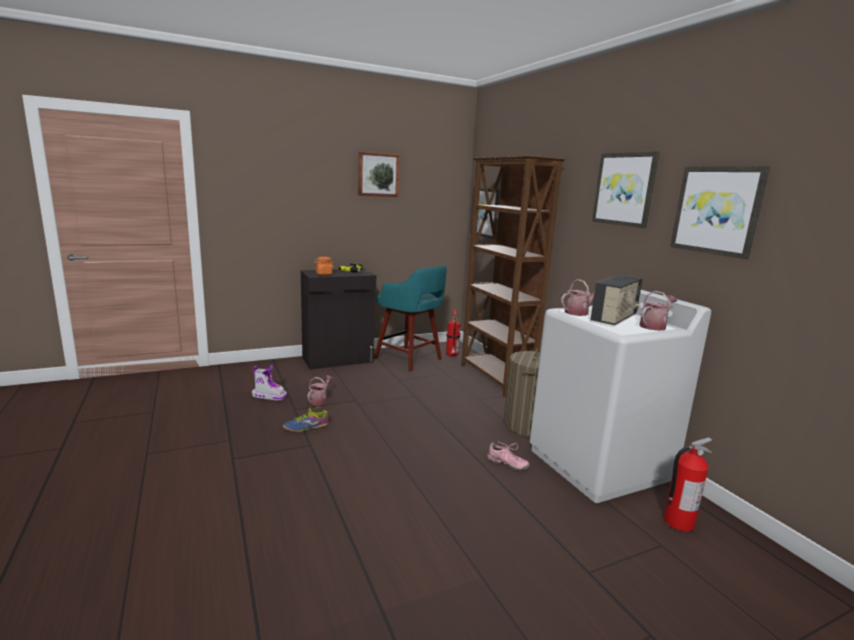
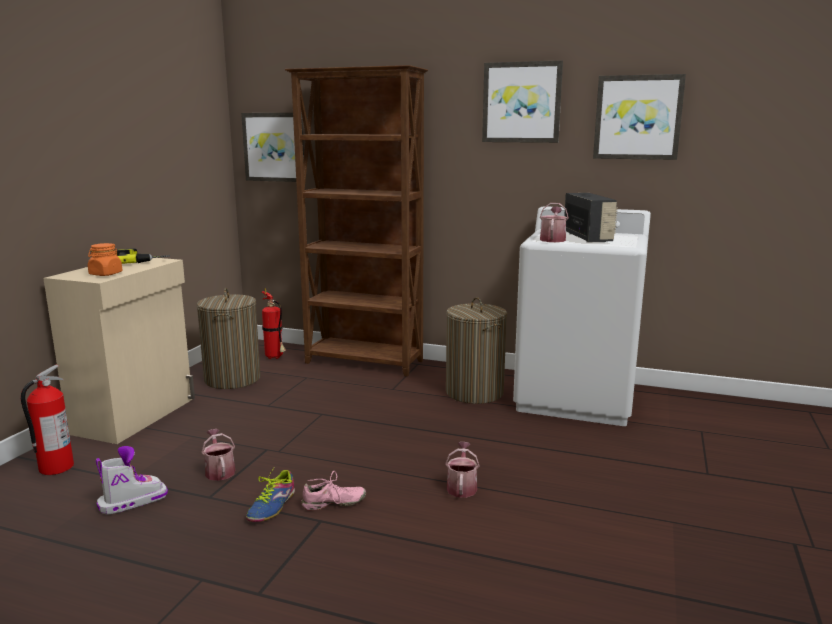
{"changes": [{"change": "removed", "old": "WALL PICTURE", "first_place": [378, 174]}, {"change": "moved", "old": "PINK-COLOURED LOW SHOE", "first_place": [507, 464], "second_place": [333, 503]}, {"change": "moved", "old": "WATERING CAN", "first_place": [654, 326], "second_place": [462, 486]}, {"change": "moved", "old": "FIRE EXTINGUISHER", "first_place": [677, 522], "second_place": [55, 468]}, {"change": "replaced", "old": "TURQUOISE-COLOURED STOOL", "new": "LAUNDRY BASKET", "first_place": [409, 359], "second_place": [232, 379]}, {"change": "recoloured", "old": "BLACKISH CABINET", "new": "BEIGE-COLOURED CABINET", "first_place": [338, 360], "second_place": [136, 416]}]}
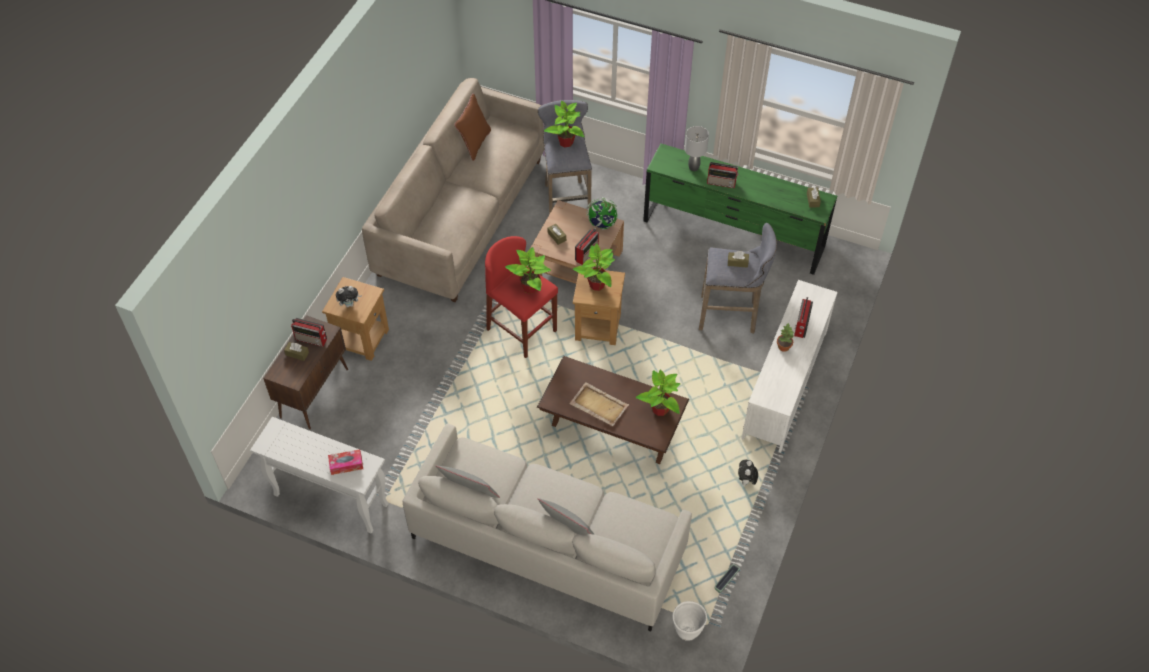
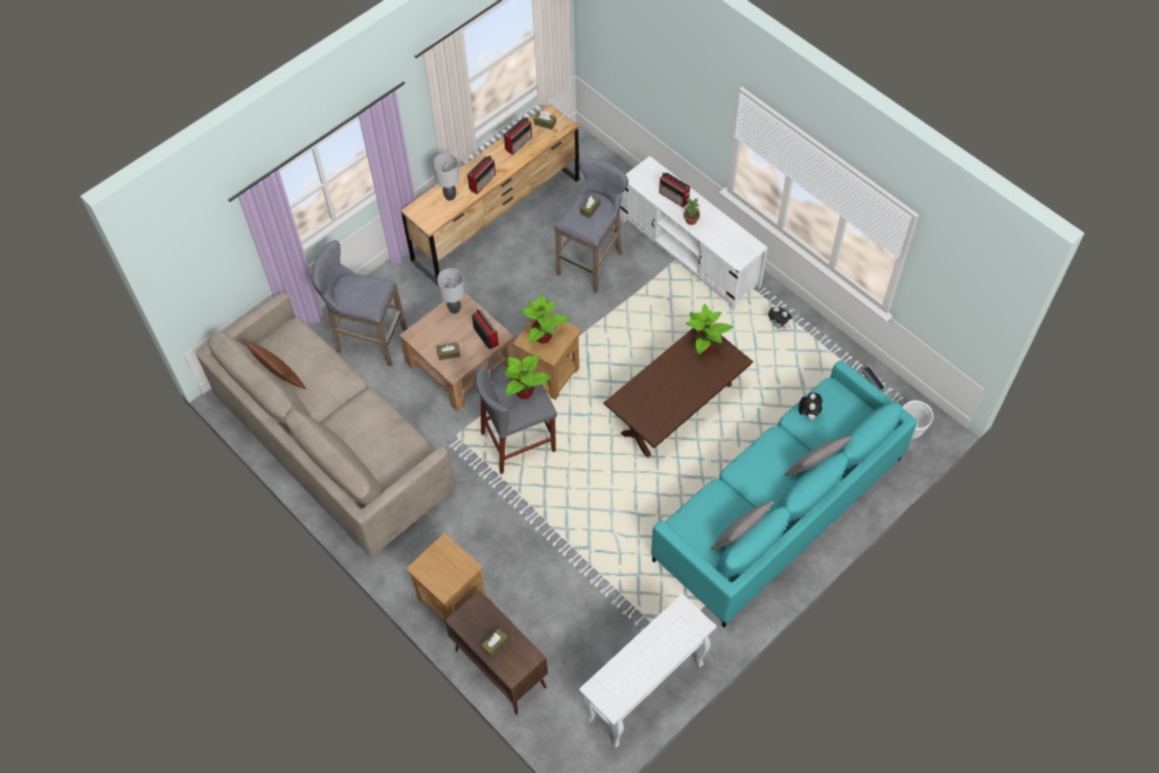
{"changes": [{"change": "removed", "old": "TISSUE BOX", "first_place": [346, 464]}, {"change": "removed", "old": "POTTED PLANT", "first_place": [566, 142]}, {"change": "removed", "old": "BEIGE-COLOURED SERVING TRAY", "first_place": [598, 405]}, {"change": "moved", "old": "RADIO RECEIVER", "first_place": [312, 339], "second_place": [519, 143]}, {"change": "moved", "old": "SOFT TOY", "first_place": [350, 304], "second_place": [808, 414]}, {"change": "replaced", "old": "WORLD GLOBE", "new": "GREY TABLE LAMP", "first_place": [602, 224], "second_place": [454, 308]}, {"change": "recoloured", "old": "GREY SETTEE", "new": "TURQUOISE-COLOURED SETTEE", "first_place": [548, 543], "second_place": [778, 508]}, {"change": "recoloured", "old": "RED STOOL", "new": "GREY STOOL", "first_place": [522, 330], "second_place": [518, 442]}, {"change": "recoloured", "old": "GREEN-COLOURED DRESSER", "new": "BROWN-COLOURED DRESSER", "first_place": [733, 234], "second_place": [497, 220]}]}
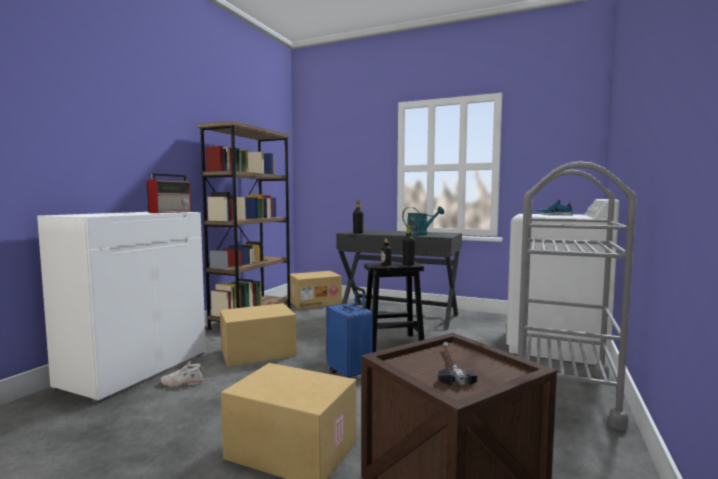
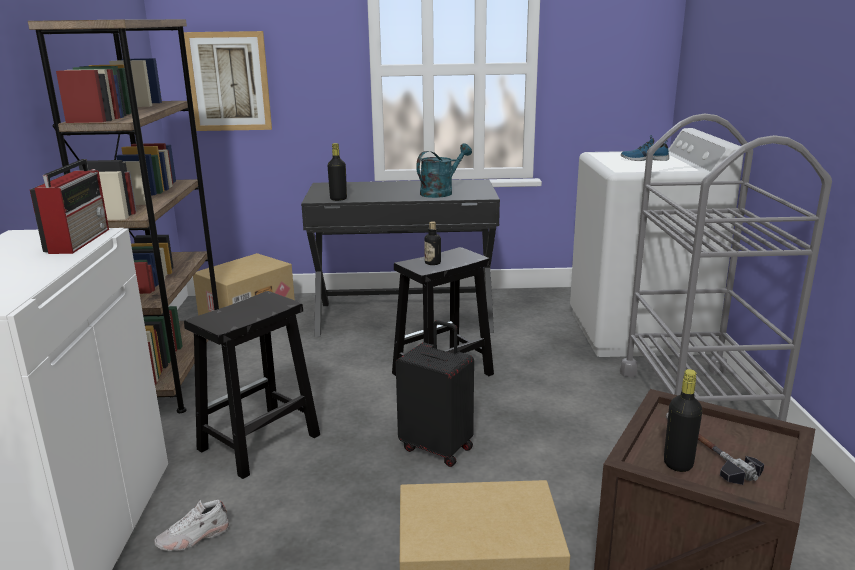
{"changes": [{"change": "added", "new": "WALL PICTURE", "second_place": [228, 81]}, {"change": "moved", "old": "BLACKISH DRINK BOTTLE", "first_place": [408, 265], "second_place": [678, 464]}, {"change": "replaced", "old": "CARTON", "new": "BLACKISH STOOL", "first_place": [257, 353], "second_place": [258, 443]}, {"change": "recoloured", "old": "BLUE-COLOURED TRAVEL CASE", "new": "BLACKISH TRAVEL CASE", "first_place": [350, 375], "second_place": [437, 447]}]}
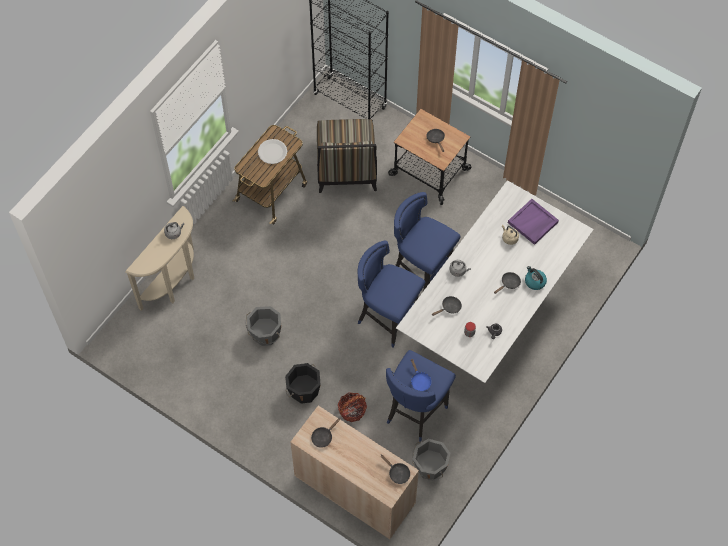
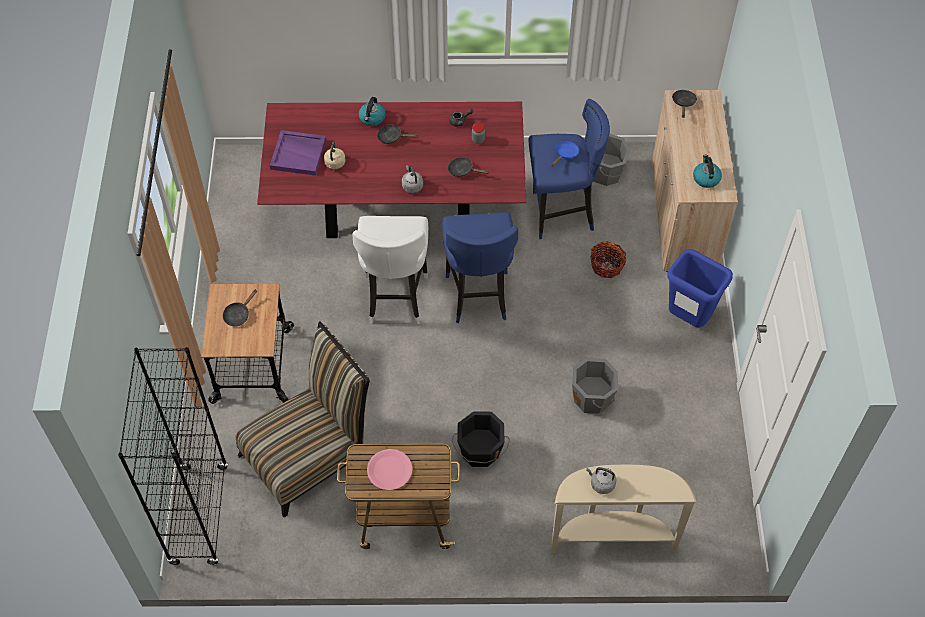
{"changes": [{"change": "added", "new": "BLUE-COLOURED WASTE BIN", "second_place": [688, 318]}, {"change": "moved", "old": "BLACKISH WATER BUCKET", "first_place": [303, 390], "second_place": [480, 451]}, {"change": "replaced", "old": "BLACKISH SKILLET", "new": "WATER KETTLE", "first_place": [323, 437], "second_place": [706, 178]}, {"change": "recoloured", "old": "WHITE-COLOURED FLAT DISH", "new": "PINK-COLOURED FLAT DISH", "first_place": [272, 152], "second_place": [389, 470]}, {"change": "recoloured", "old": "BLUE-COLOURED STOOL", "new": "WHITE-COLOURED STOOL", "first_place": [421, 272], "second_place": [395, 297]}, {"change": "recoloured", "old": "WHITE-COLOURED KITCHEN TABLE", "new": "RED KITCHEN TABLE", "first_place": [490, 313], "second_place": [397, 212]}]}
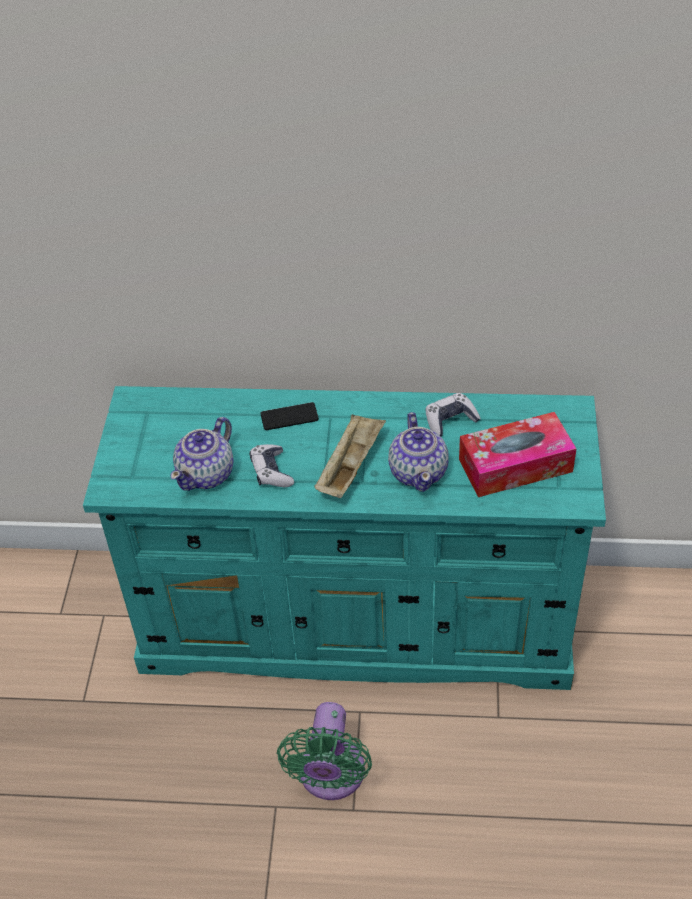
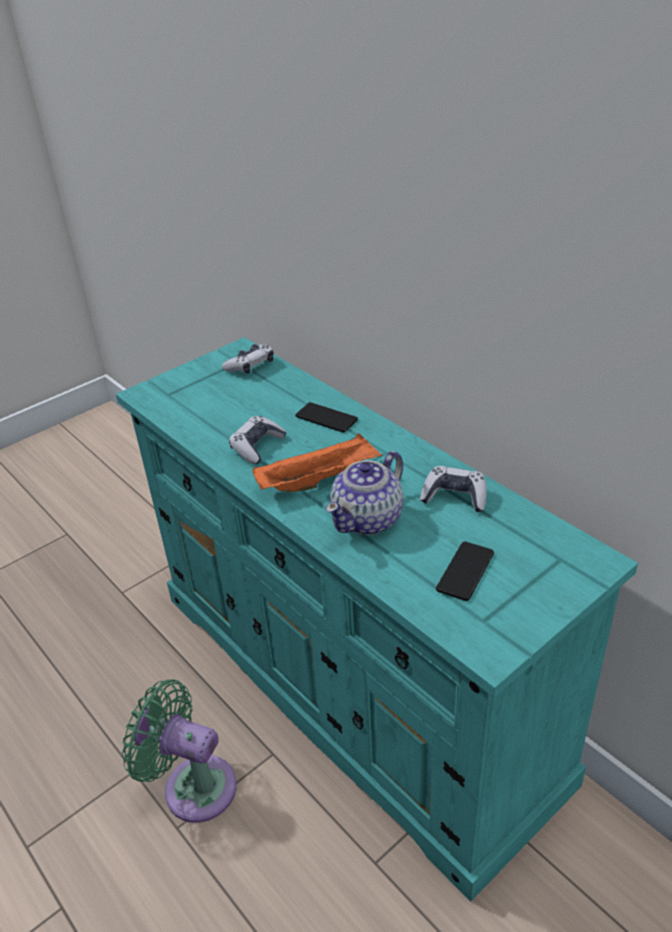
{"changes": [{"change": "removed", "old": "TEAPOT", "first_place": [207, 474]}, {"change": "added", "new": "JOYPAD", "second_place": [250, 366]}, {"change": "replaced", "old": "TISSUE BOX", "new": "HANDSET", "first_place": [515, 465], "second_place": [465, 571]}, {"change": "recoloured", "old": "BEIGE-COLOURED SERVING TRAY", "new": "ORANGE-COLOURED SERVING TRAY", "first_place": [350, 466], "second_place": [319, 479]}, {"change": "turned", "old": "GREEN-COLOURED COOLING FAN", "first_place": [330, 777], "second_place": [193, 785], "degrees": 60}]}
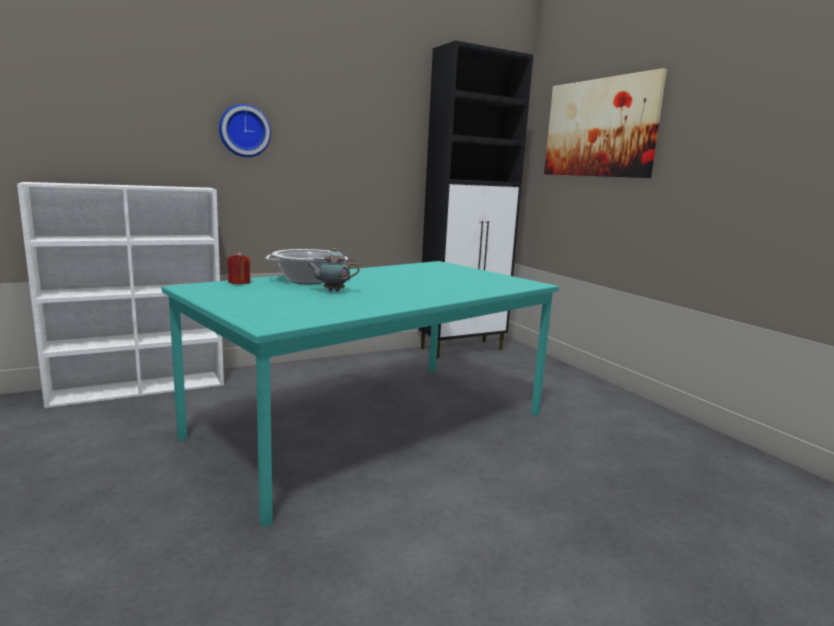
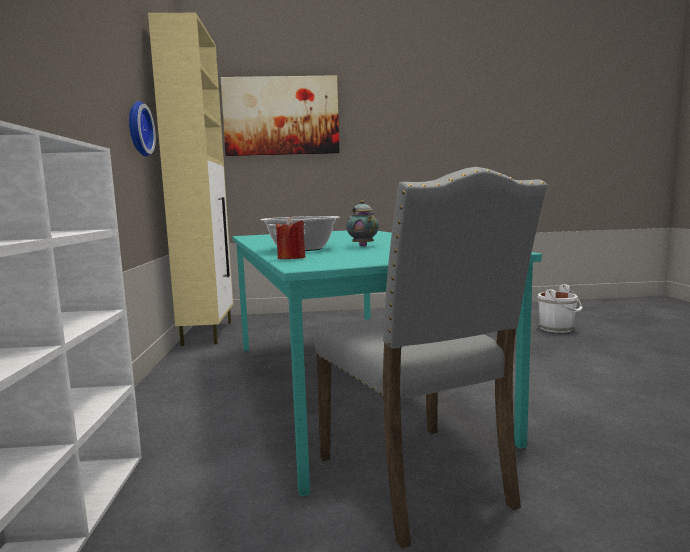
{"changes": [{"change": "added", "new": "GREY PLAIN CHAIR", "second_place": [418, 481]}, {"change": "added", "new": "WHITE-COLOURED WATER BUCKET", "second_place": [558, 328]}, {"change": "moved", "old": "WALL CLOCK", "first_place": [244, 131], "second_place": [137, 129]}, {"change": "recoloured", "old": "BLACKISH CABINET", "new": "BEIGE-COLOURED CABINET", "first_place": [463, 349], "second_place": [208, 333]}, {"change": "turned", "old": "TEAPOT", "first_place": [332, 291], "second_place": [362, 246], "degrees": 135}]}
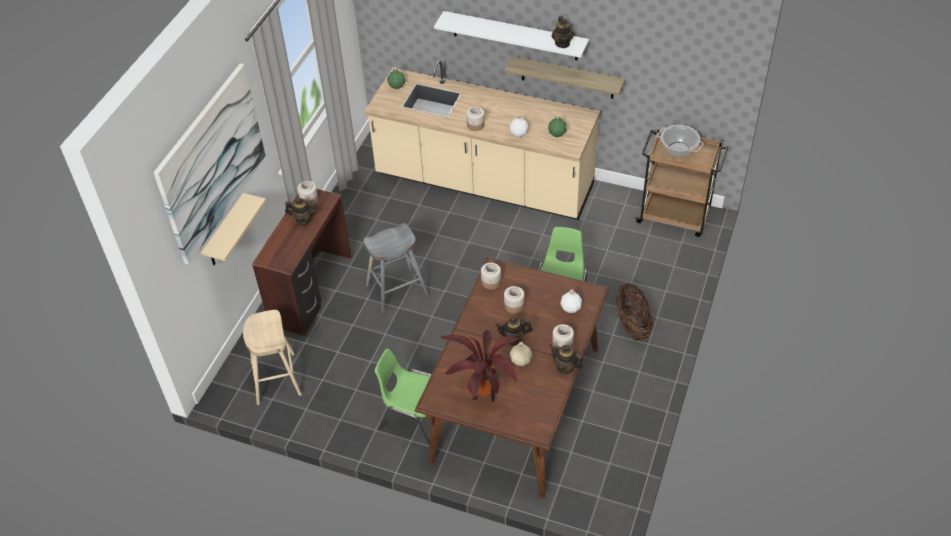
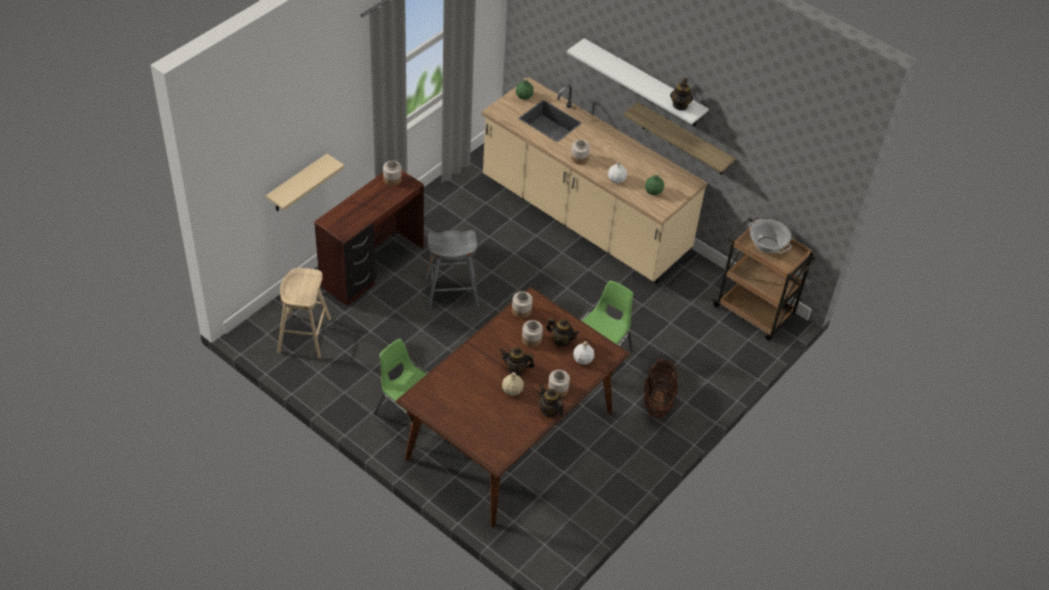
{"changes": [{"change": "removed", "old": "WALL PICTURE", "first_place": [212, 162]}, {"change": "removed", "old": "POTTED PLANT", "first_place": [483, 394]}, {"change": "moved", "old": "TEAPOT", "first_place": [303, 220], "second_place": [561, 340]}]}
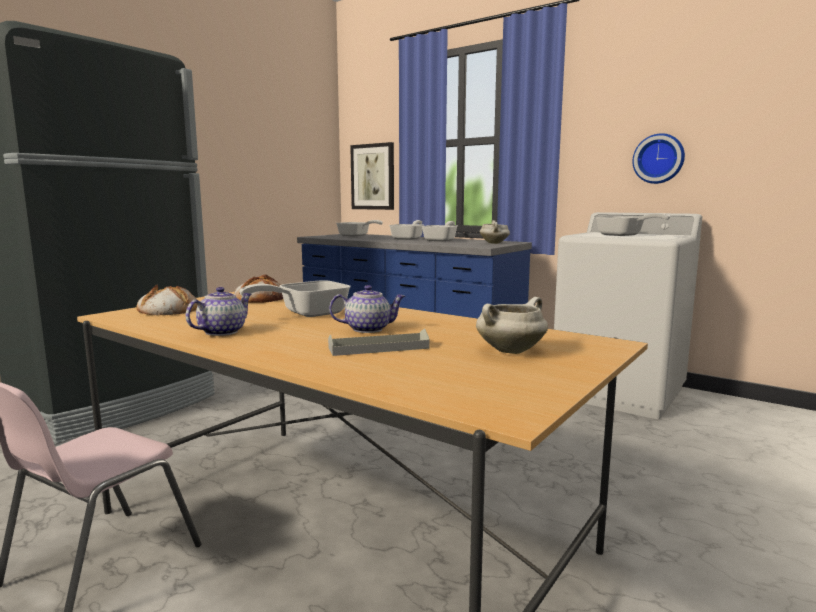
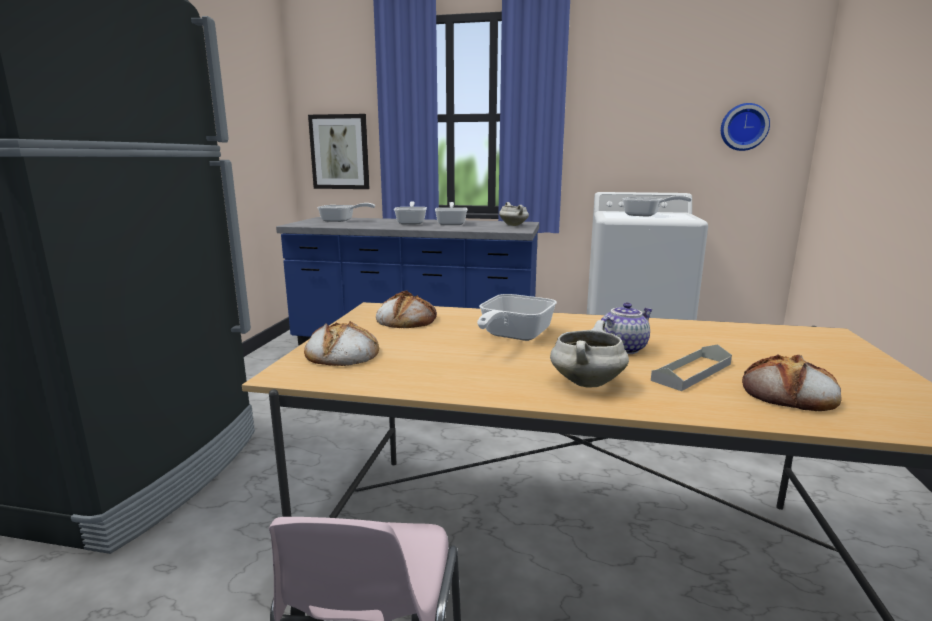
{"changes": [{"change": "removed", "old": "TEAPOT", "first_place": [222, 332]}, {"change": "added", "new": "BAKED BREAD", "second_place": [790, 393]}, {"change": "moved", "old": "WHITE-COLOURED STOCKPOT", "first_place": [510, 350], "second_place": [586, 382]}, {"change": "moved", "old": "WALL CLOCK", "first_place": [659, 159], "second_place": [743, 127]}]}
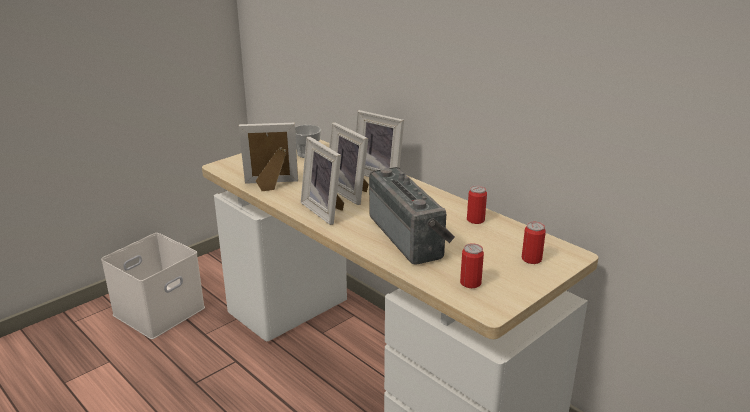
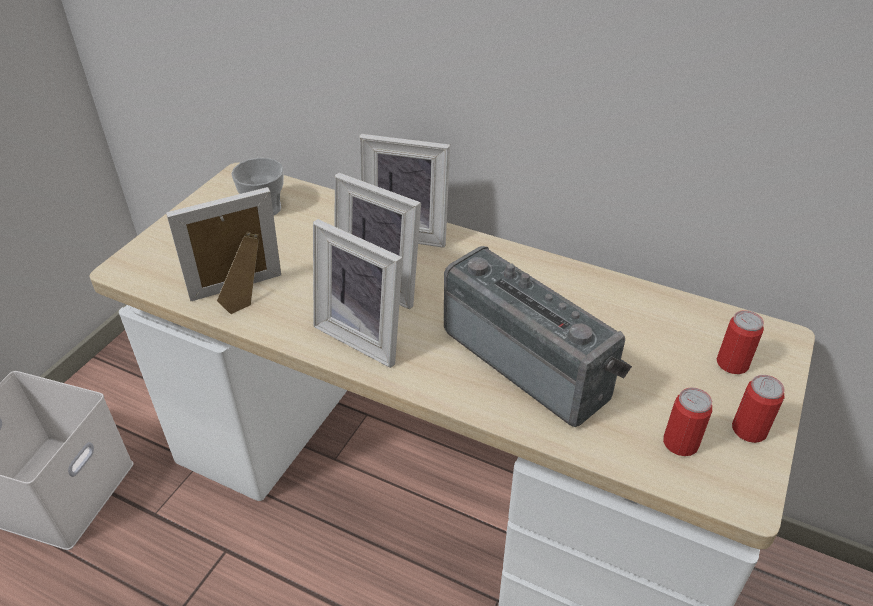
{"changes": [{"change": "moved", "old": "CAN", "first_place": [475, 220], "second_place": [749, 430]}]}
